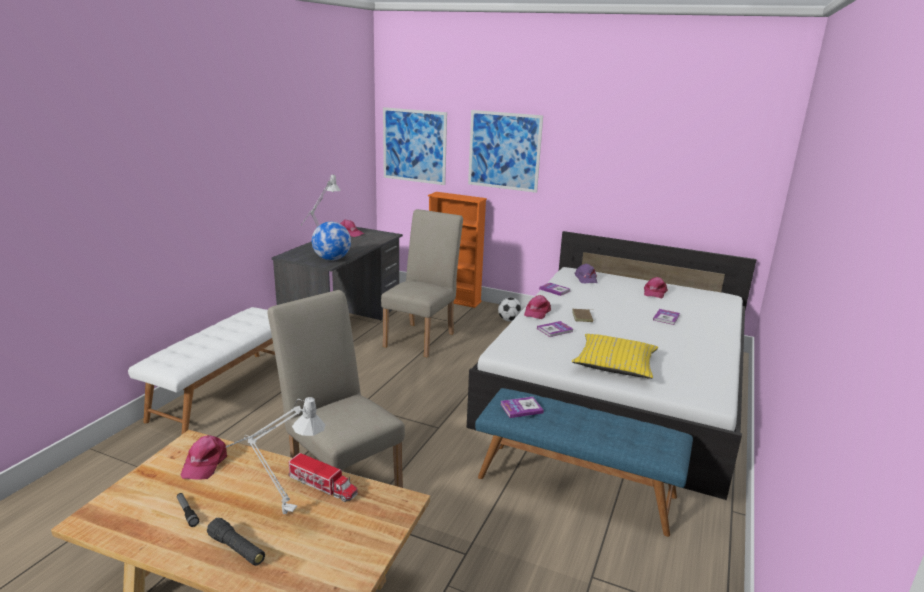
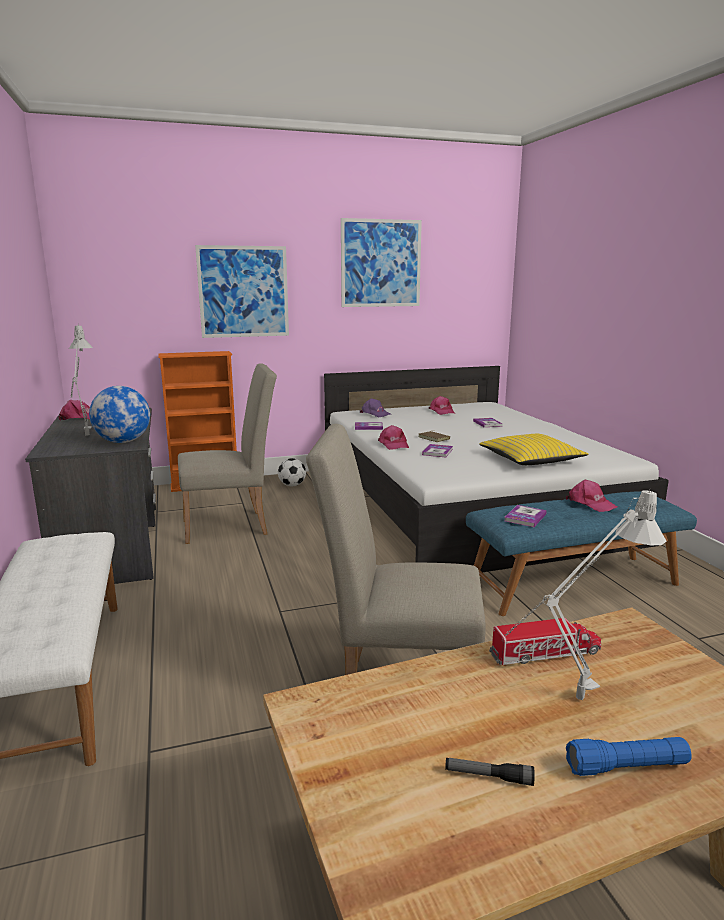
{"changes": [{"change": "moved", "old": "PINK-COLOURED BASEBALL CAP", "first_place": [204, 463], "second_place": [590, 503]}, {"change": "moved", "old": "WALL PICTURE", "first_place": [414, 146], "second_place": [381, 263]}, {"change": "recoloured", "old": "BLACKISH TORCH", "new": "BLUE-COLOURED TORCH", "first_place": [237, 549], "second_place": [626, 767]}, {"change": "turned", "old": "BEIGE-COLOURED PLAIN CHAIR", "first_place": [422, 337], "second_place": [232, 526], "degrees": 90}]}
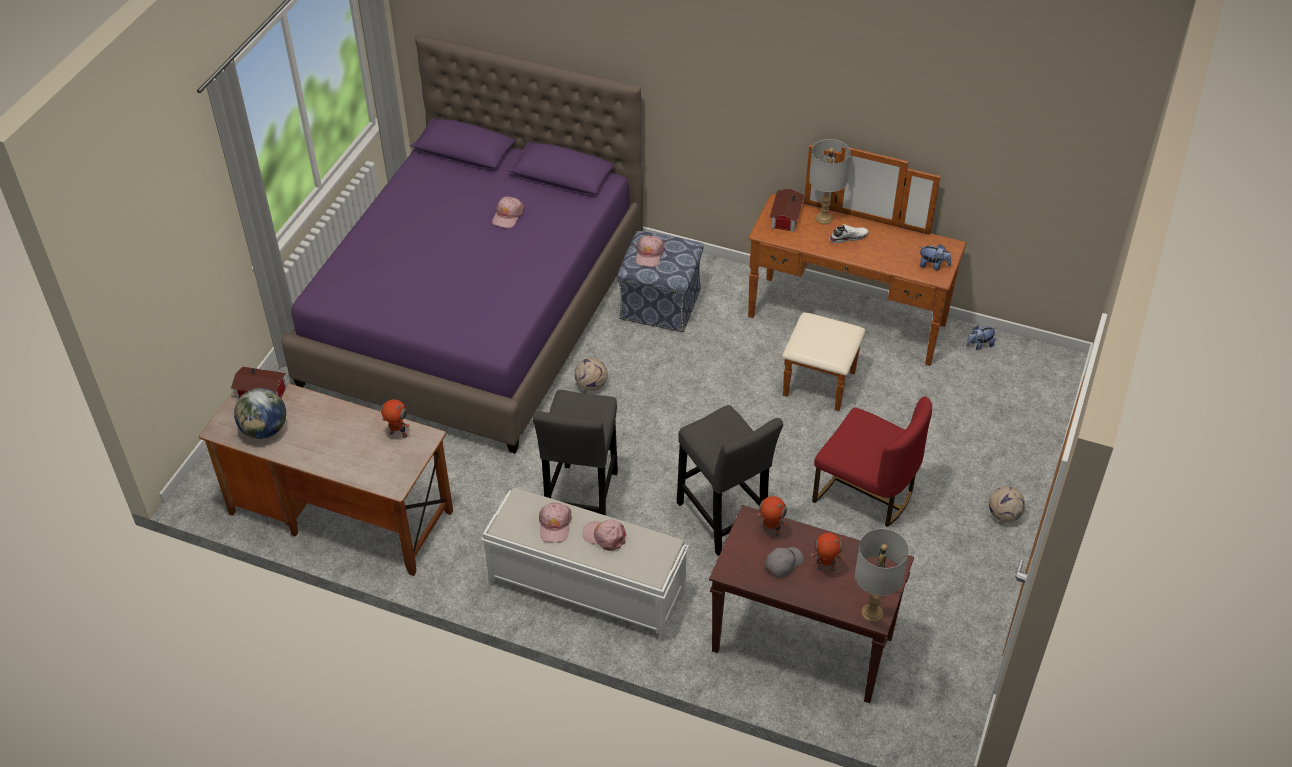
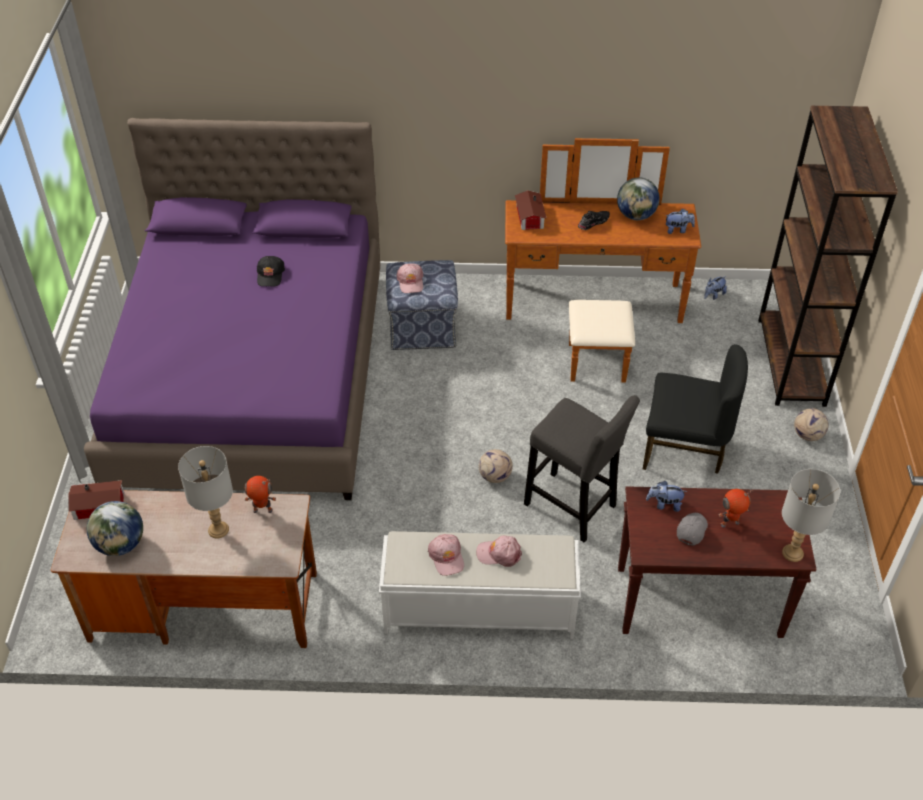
{"changes": [{"change": "removed", "old": "GREY STOOL", "first_place": [581, 501]}, {"change": "added", "new": "WORLD GLOBE", "second_place": [636, 215]}, {"change": "added", "new": "BROWN-COLOURED BOOKSHELF", "second_place": [791, 362]}, {"change": "moved", "old": "FOOTBALL BALL", "first_place": [591, 385], "second_place": [495, 476]}, {"change": "moved", "old": "GREY TABLE LAMP", "first_place": [824, 218], "second_place": [218, 530]}, {"change": "replaced", "old": "ROBOT FIGURE", "new": "SOFT TOY", "first_place": [770, 532], "second_place": [664, 504]}, {"change": "recoloured", "old": "PINK-COLOURED BASEBALL CAP", "new": "BLACKISH BASEBALL CAP", "first_place": [507, 216], "second_place": [270, 275]}, {"change": "recoloured", "old": "RED PLAIN CHAIR", "new": "BLACKISH PLAIN CHAIR", "first_place": [865, 493], "second_place": [684, 448]}, {"change": "recoloured", "old": "WHITE-COLOURED LOW SHOE", "new": "BLACKISH LOW SHOE", "first_place": [848, 237], "second_place": [593, 222]}]}
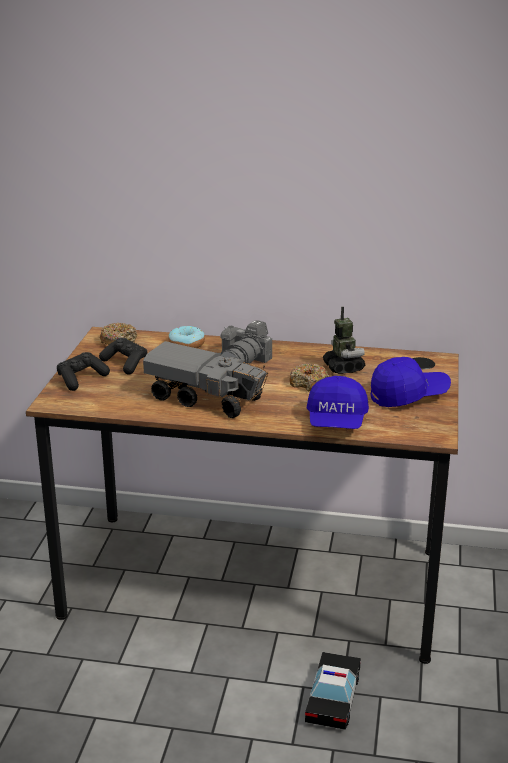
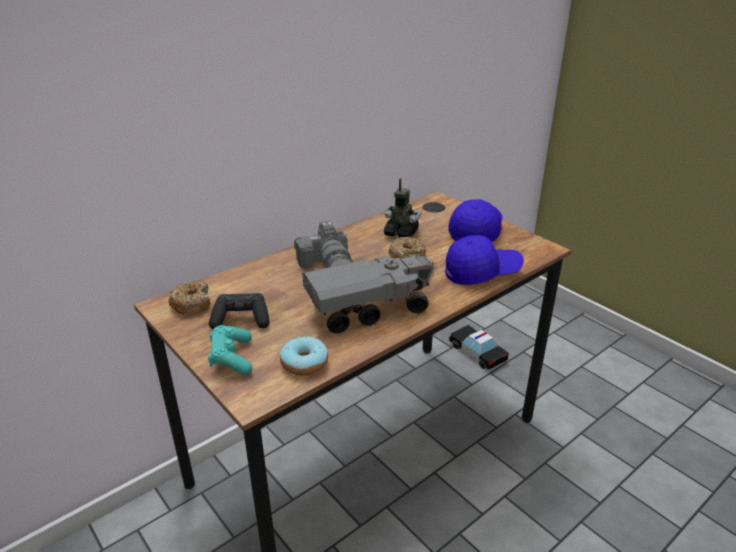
{"changes": [{"change": "moved", "old": "RING DOUGHNUT", "first_place": [186, 344], "second_place": [304, 363]}, {"change": "moved", "old": "MINIATURE CAR", "first_place": [333, 698], "second_place": [477, 352]}, {"change": "recoloured", "old": "BLACKISH JOYPAD", "new": "TURQUOISE-COLOURED JOYPAD", "first_place": [81, 379], "second_place": [231, 358]}, {"change": "turned", "old": "BLUE-COLOURED BASEBALL CAP", "first_place": [336, 421], "second_place": [481, 272], "degrees": -60}]}
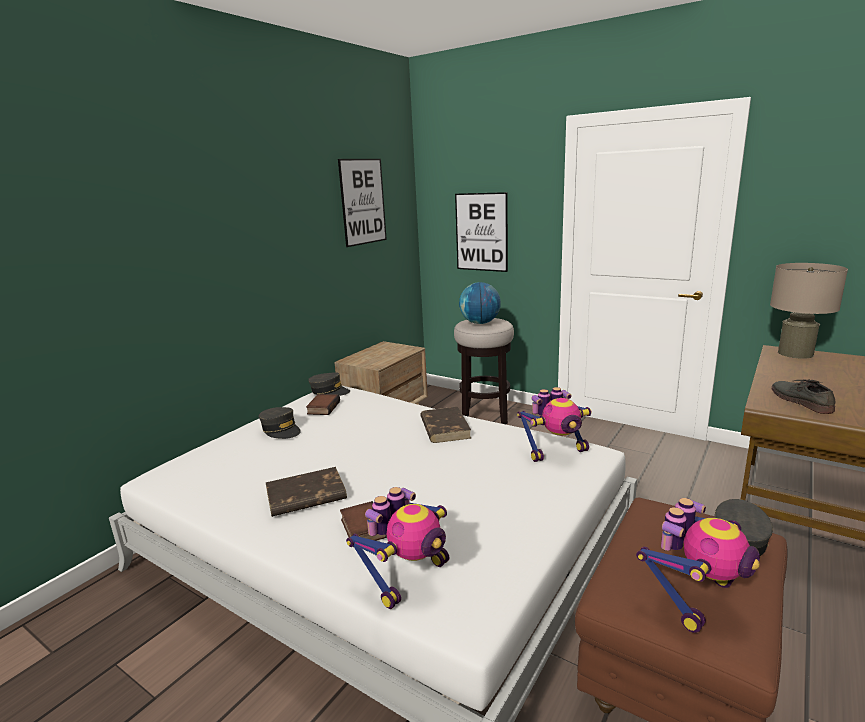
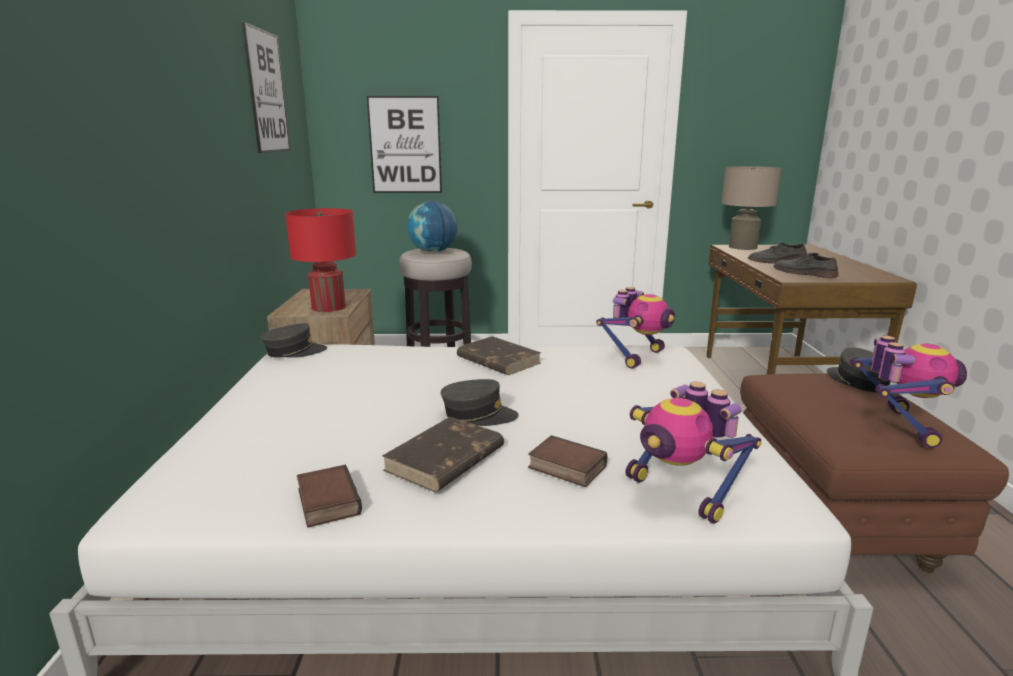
{"changes": [{"change": "added", "new": "RED TABLE LAMP", "second_place": [328, 307]}, {"change": "added", "new": "GREY LOW SHOE", "second_place": [777, 261]}, {"change": "moved", "old": "GREY BASEBALL CAP", "first_place": [281, 430], "second_place": [478, 414]}, {"change": "moved", "old": "BOUND BOOK", "first_place": [322, 407], "second_place": [326, 501]}, {"change": "turned", "old": "ROBOT FIGURE", "first_place": [408, 577], "second_place": [680, 493], "degrees": 135}]}
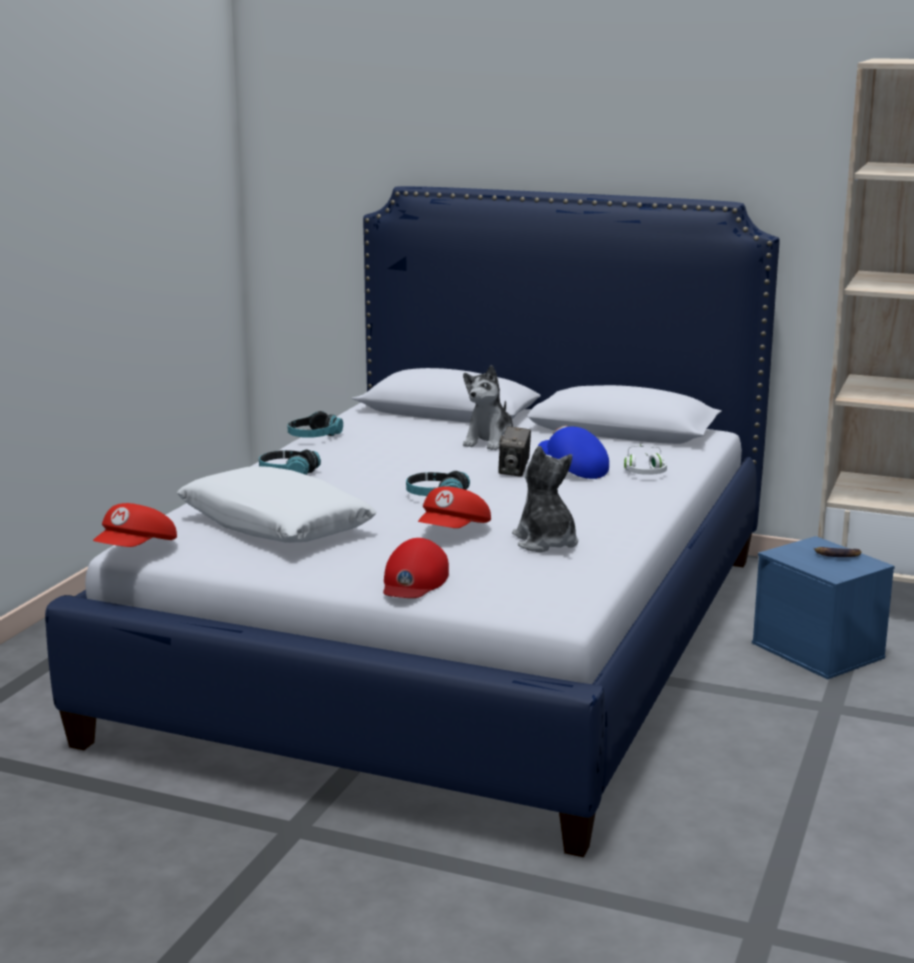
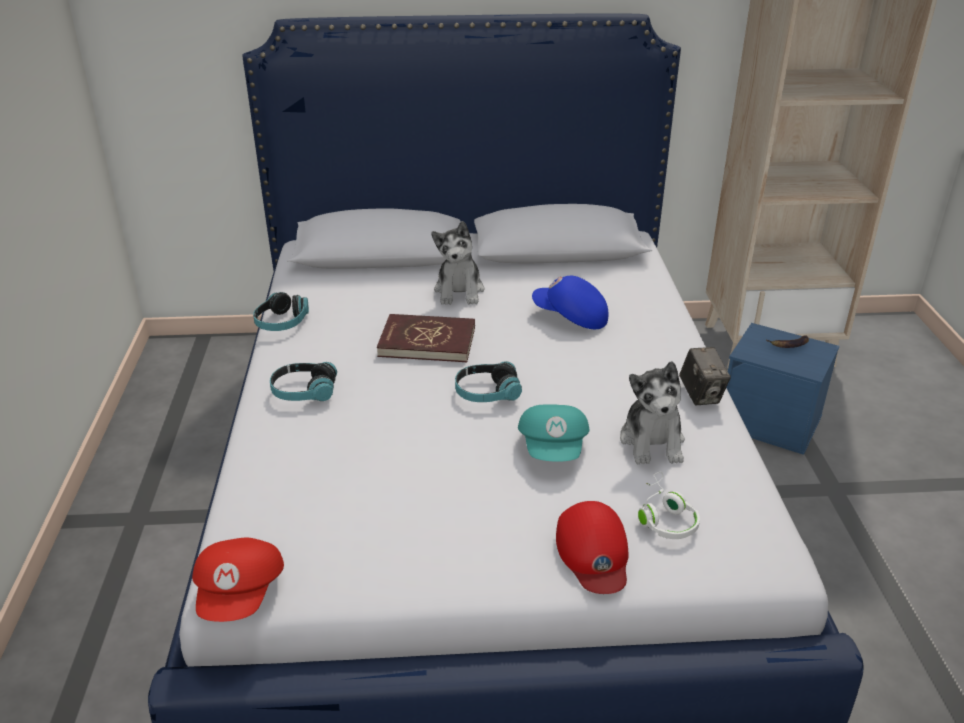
{"changes": [{"change": "removed", "old": "WHITE-COLOURED PILLOW", "first_place": [275, 525]}, {"change": "added", "new": "RED BOUND BOOK", "second_place": [427, 342]}, {"change": "moved", "old": "STILL CAMERA", "first_place": [514, 471], "second_place": [701, 395]}, {"change": "moved", "old": "WHITE-COLOURED HEADPHONES", "first_place": [646, 471], "second_place": [664, 517]}, {"change": "recoloured", "old": "RED BASEBALL CAP", "new": "TURQUOISE-COLOURED BASEBALL CAP", "first_place": [454, 532], "second_place": [554, 448]}, {"change": "turned", "old": "SOFT TOY", "first_place": [545, 542], "second_place": [652, 441], "degrees": -135}]}
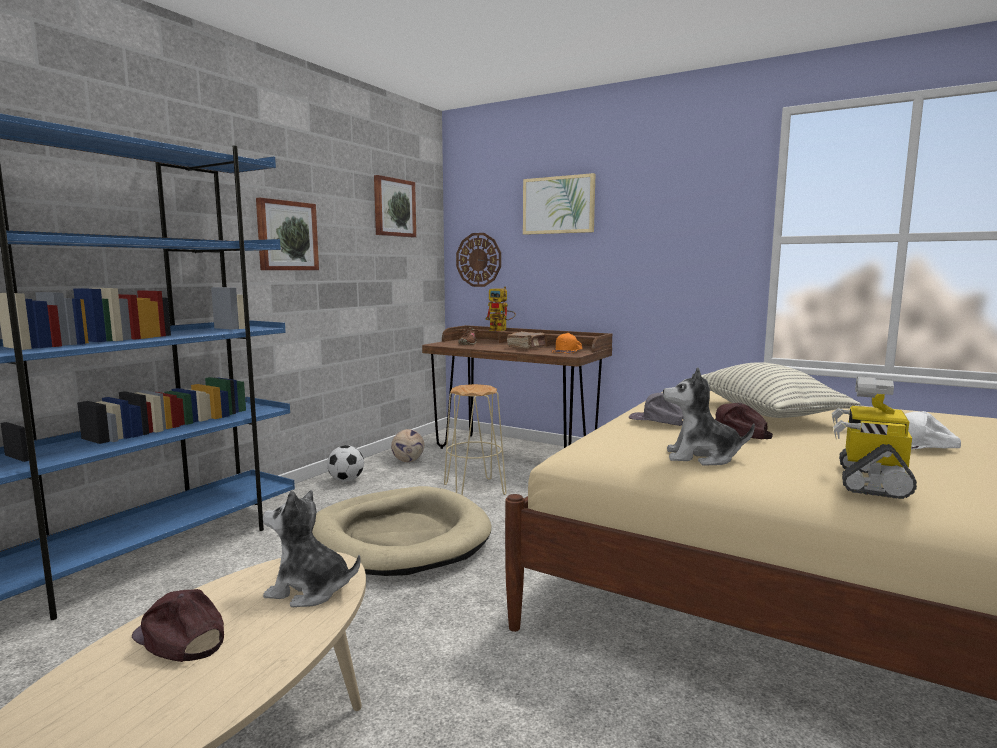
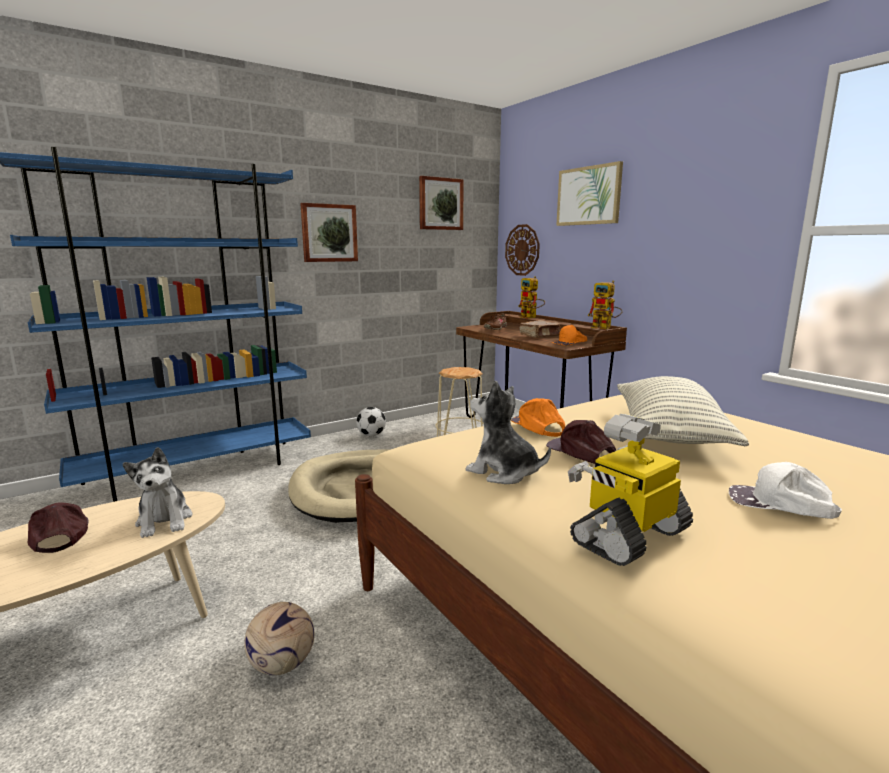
{"changes": [{"change": "added", "new": "ROBOT FIGURE", "second_place": [605, 328]}, {"change": "moved", "old": "FOOTBALL BALL", "first_place": [407, 461], "second_place": [281, 665]}, {"change": "recoloured", "old": "GREY BASEBALL CAP", "new": "ORANGE-COLOURED BASEBALL CAP", "first_place": [660, 421], "second_place": [538, 427]}, {"change": "turned", "old": "SOFT TOY", "first_place": [309, 590], "second_place": [164, 521], "degrees": -150}]}
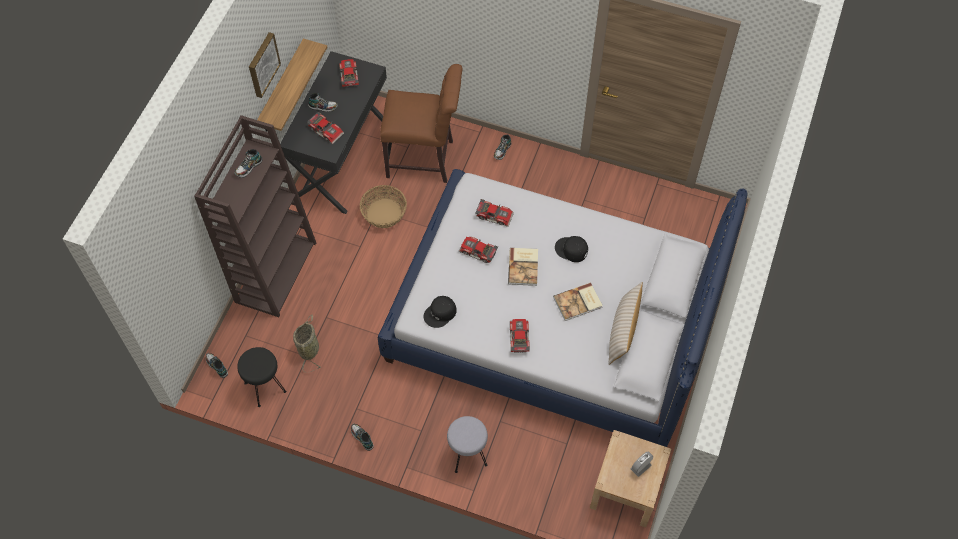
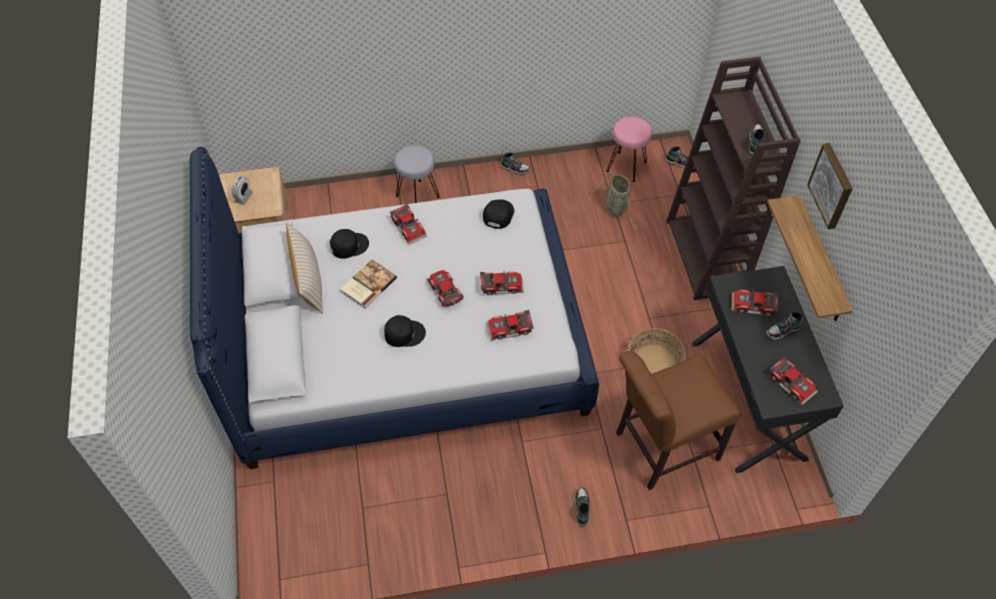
{"changes": [{"change": "added", "new": "BLACKISH BASEBALL CAP", "second_place": [349, 245]}, {"change": "replaced", "old": "BOUND BOOK", "new": "MINIATURE CAR", "first_place": [524, 267], "second_place": [444, 292]}, {"change": "recoloured", "old": "BLACKISH STOOL", "new": "PINK-COLOURED STOOL", "first_place": [265, 386], "second_place": [627, 167]}]}
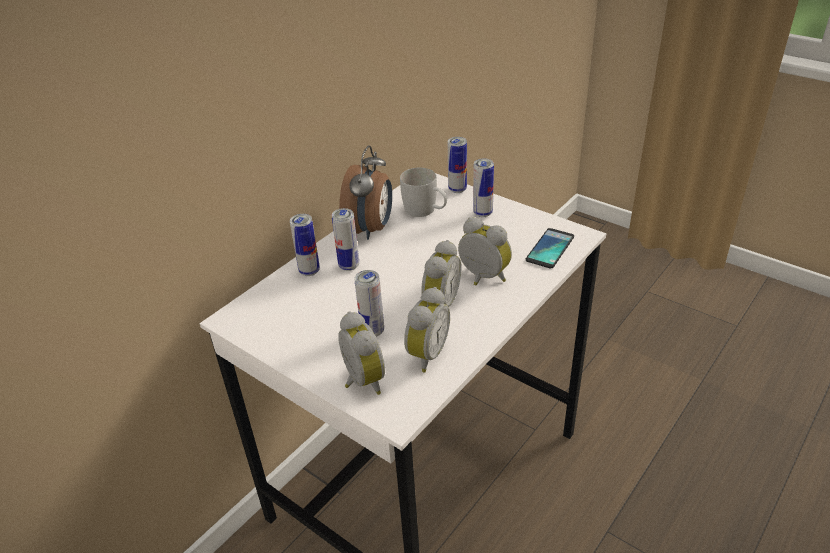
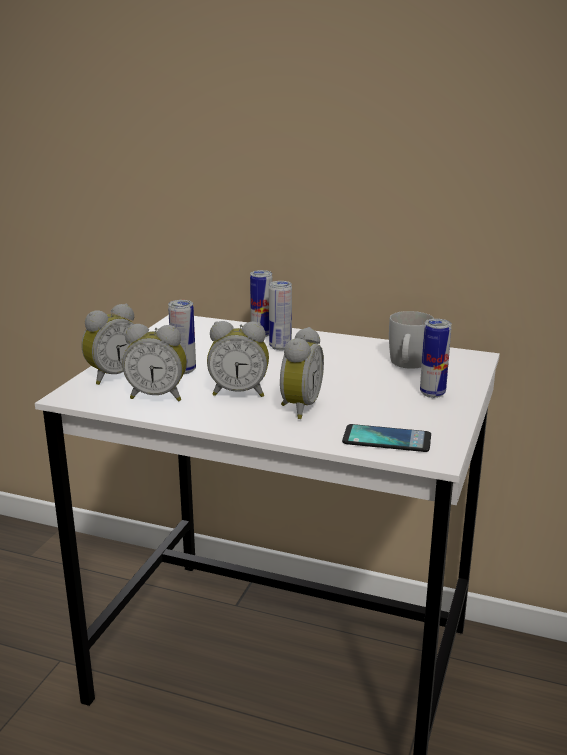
{"changes": [{"change": "removed", "old": "BEDSIDE CLOCK", "first_place": [371, 229]}, {"change": "removed", "old": "CAN", "first_place": [457, 189]}]}
